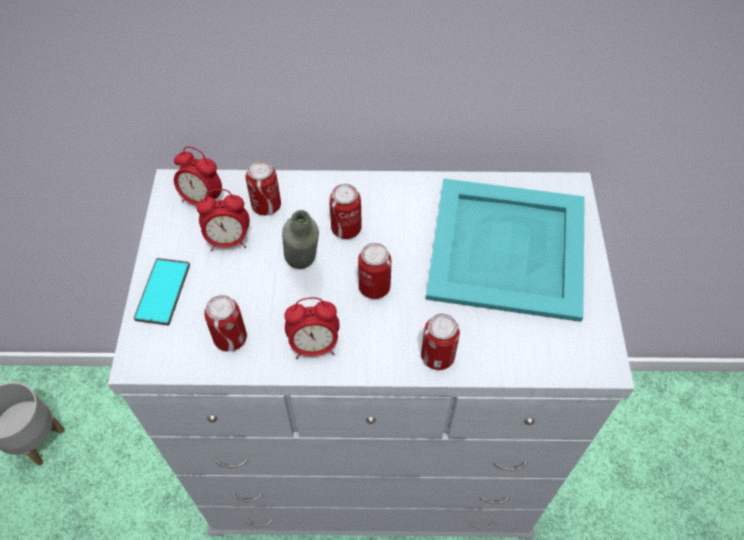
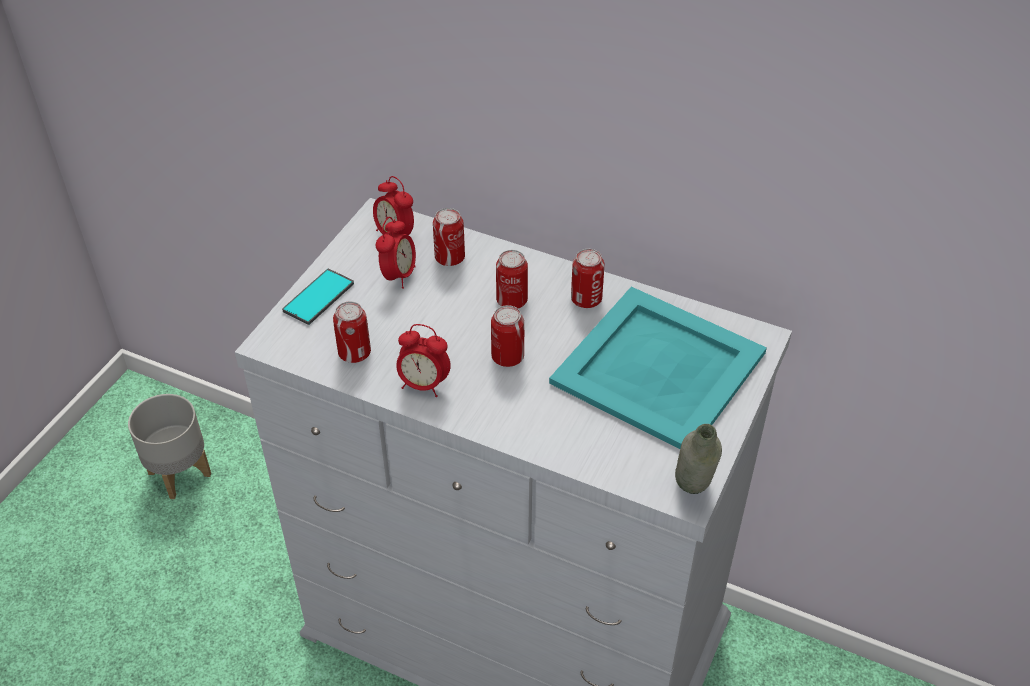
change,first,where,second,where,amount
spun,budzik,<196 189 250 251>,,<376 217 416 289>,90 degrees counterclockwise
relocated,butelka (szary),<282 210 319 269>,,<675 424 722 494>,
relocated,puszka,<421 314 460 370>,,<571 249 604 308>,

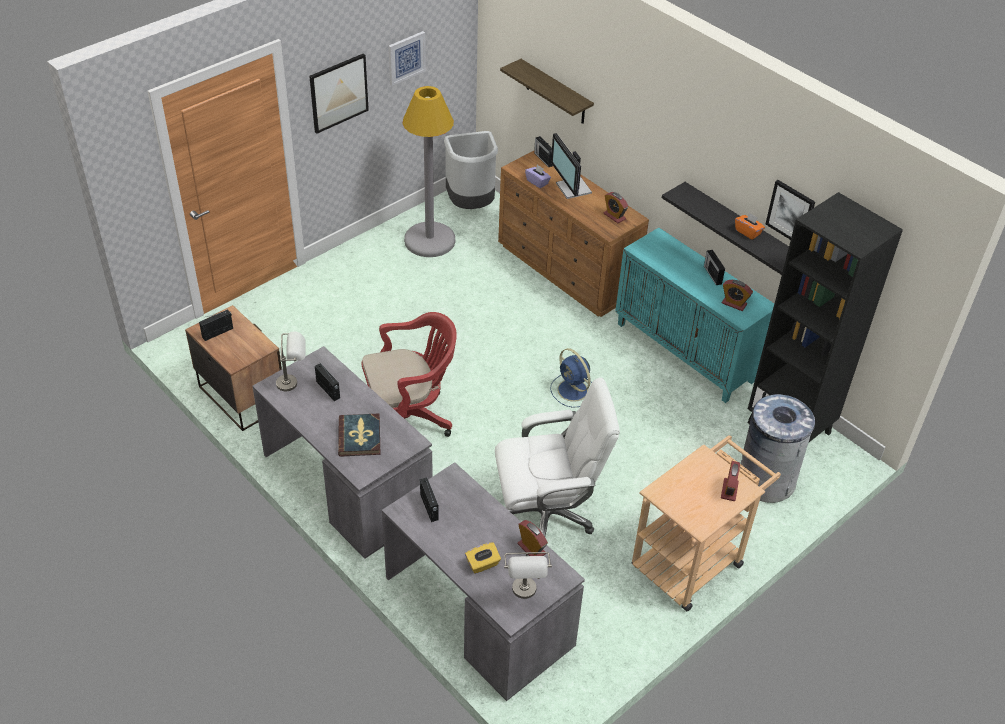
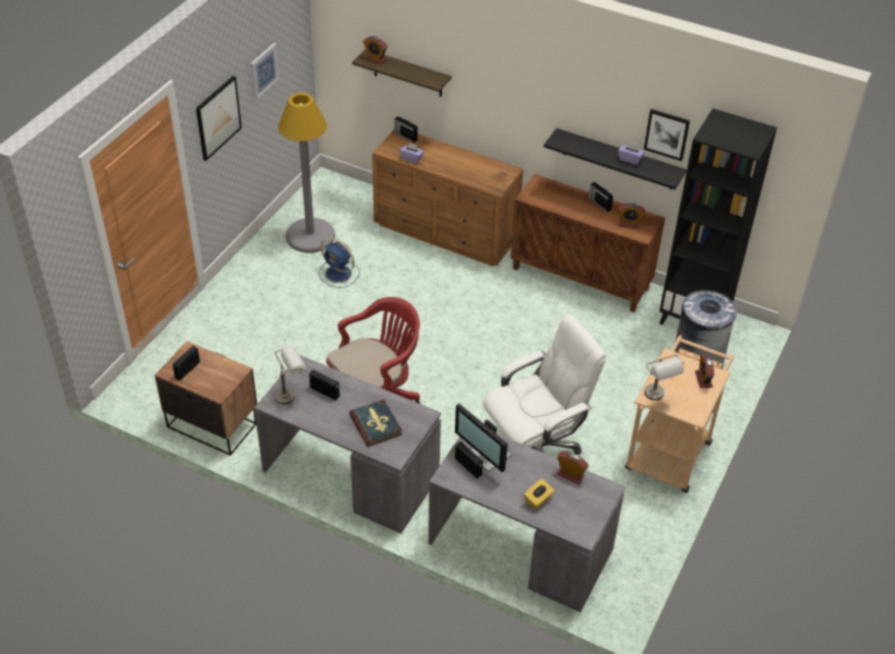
change,first,where,second,where,amount
missing,kosz na śmieci (szary),<444 131 498 209>,,,
relocated,lampa stołowa (szary),<504 552 552 599>,,<644 354 685 400>,
relocated,wentylator (niebieski),<550 348 592 408>,,<318 237 360 288>,
relocated,monitor,<551 133 592 199>,,<455 403 511 472>,
relocated,budzik,<603 192 628 223>,,<363 36 388 64>,
colour,szafka (turkusowy),<615 228 774 403>,szafka (brązowy),<510 174 665 312>,
colour,pudełko chusteczek (pomarańczowy),<735 212 765 240>,pudełko chusteczek (fioletowy),<618 142 645 165>,

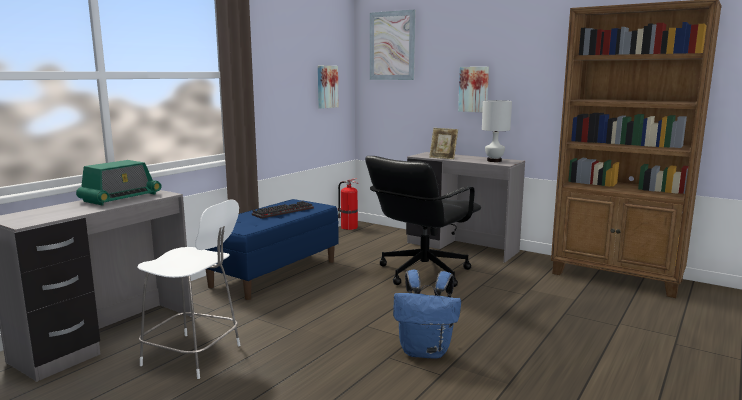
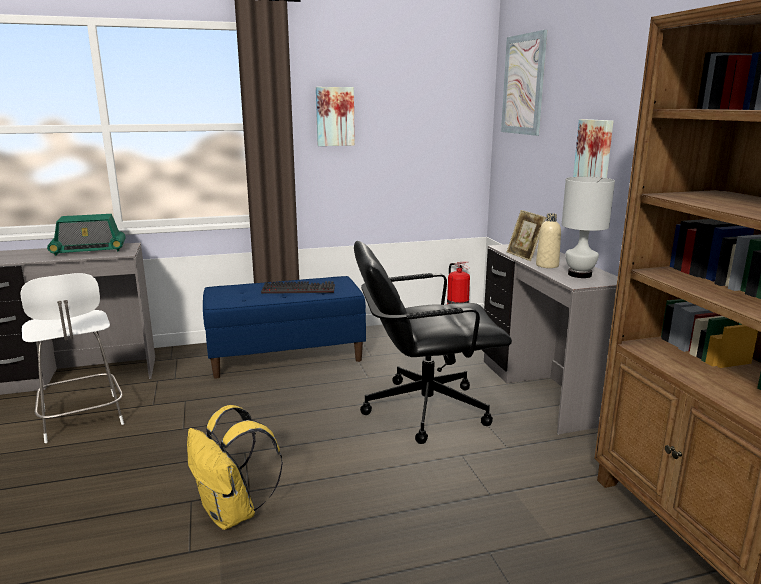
change,first,where,second,where,amount
relocated,obraz,<318 66 339 109>,,<316 87 355 146>,
colour,plecak (niebieski),<393 270 461 359>,plecak (żółty),<187 405 283 530>,
appeared,,,butelka (beżowy),<536 213 561 268>,

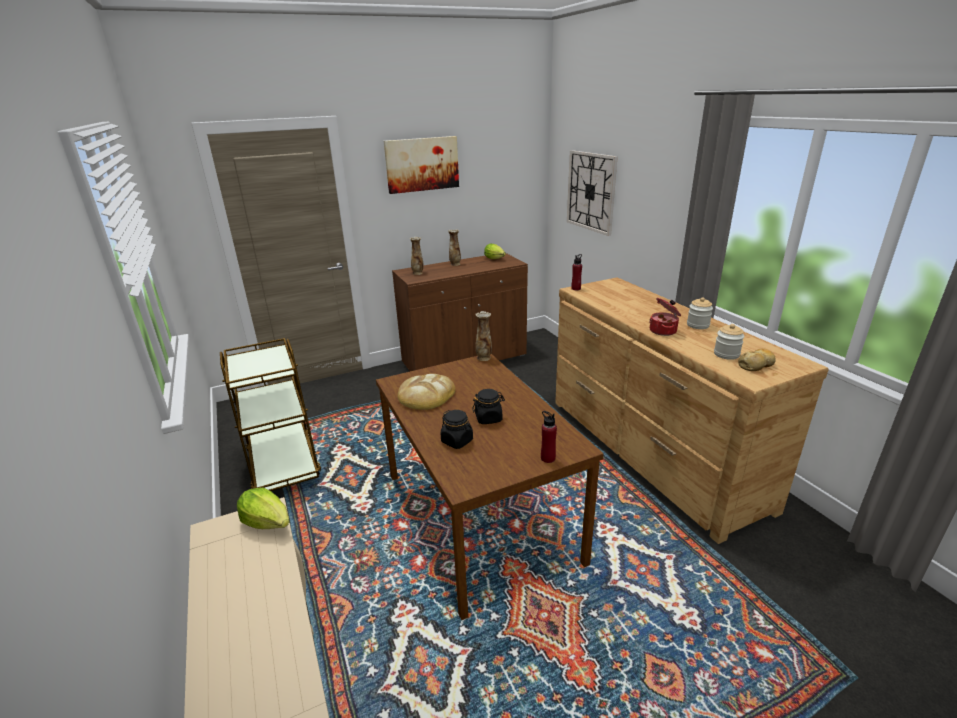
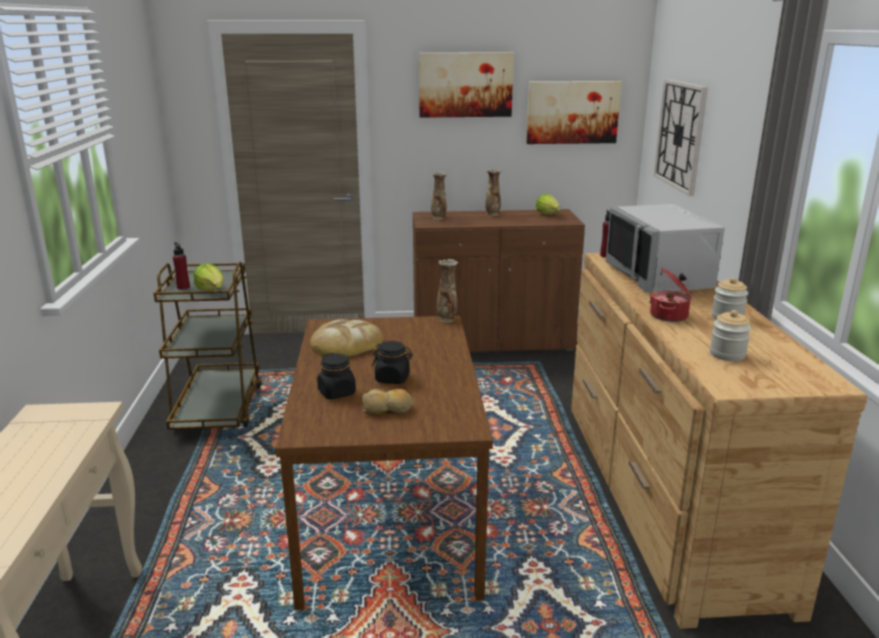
change,first,where,second,where,amount
relocated,sałata,<237 488 290 529>,,<193 264 224 291>,
relocated,butelka (czerwony),<541 411 557 463>,,<173 242 190 290>,
relocated,chleb,<738 348 776 371>,,<362 389 413 416>,
appeared,,,obraz,<526 81 621 144>,
appeared,,,mikrofalówka (szary),<606 204 725 293>,

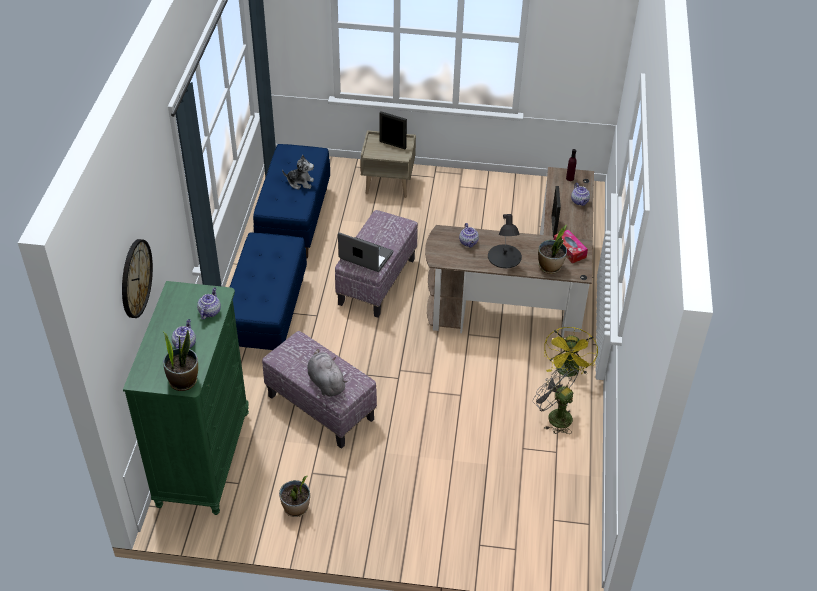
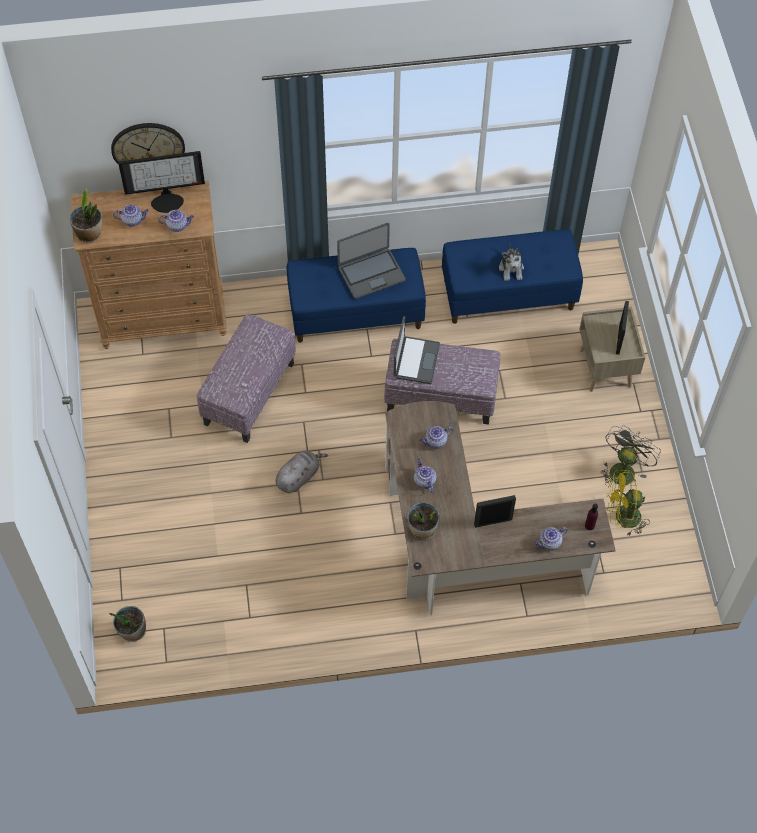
change,first,where,second,where,amount
colour,komoda (zielony),<123 281 249 515>,komoda (brązowy),<71 181 227 349>,
relocated,roślina doniczkowa,<279 476 310 517>,,<109 606 146 642>,
relocated,pluszak (szary),<308 349 347 397>,,<276 450 328 493>,
exchanged,lampa stołowa (czarny),<488 214 522 268>,imbryk,<414 459 437 493>,
relocated,wentylator (szary),<533 364 579 434>,,<601 425 661 487>,
relocated,wentylator (żółty),<544 327 598 377>,,<607 470 650 537>,
missing,pudełko chusteczek,<554 230 588 263>,,,
appeared,,,monitor,<118 151 205 213>,
appeared,,,laptop,<337 223 406 299>,

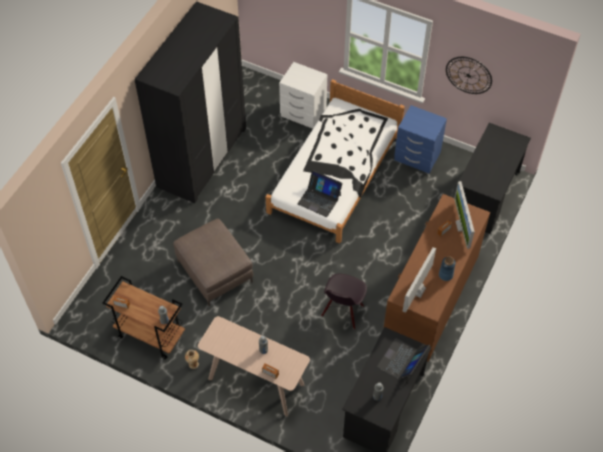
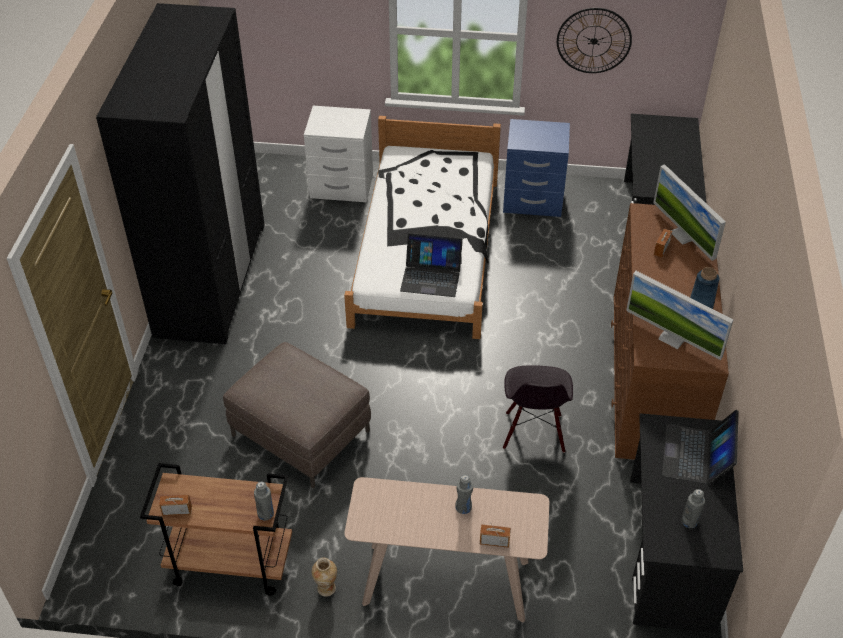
change,first,where,second,where,amount
spun,monitor,<402 247 436 313>,,<626 271 734 360>,60 degrees counterclockwise

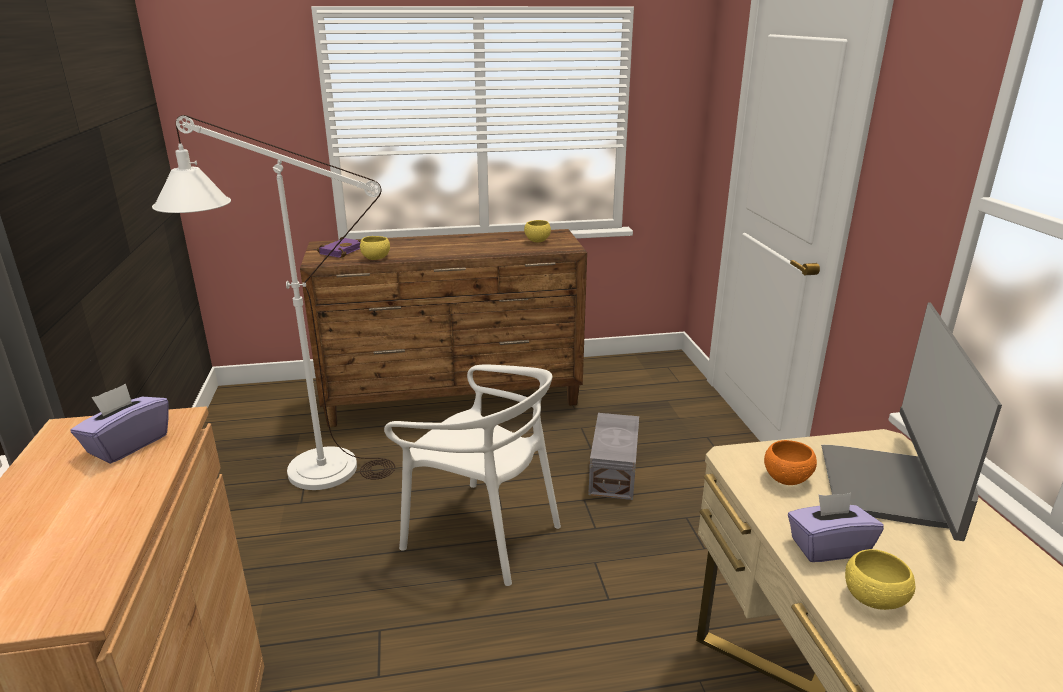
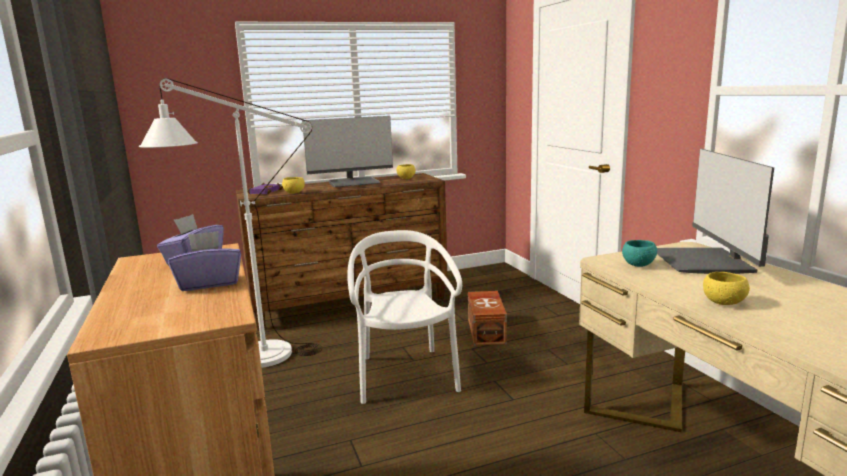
change,first,where,second,where,amount
spun,krzesło (biały),<384 365 561 586>,,<347 230 462 404>,120 degrees counterclockwise
colour,pojemnik do przechowywania (szary),<588 413 639 500>,pojemnik do przechowywania (brązowy),<468 291 507 346>,
colour,miska (pomarańczowy),<764 440 817 485>,miska (turkusowy),<622 240 657 267>,
relocated,pudełko chusteczek (fioletowy),<788 493 884 562>,,<168 231 241 291>,
appeared,,,monitor,<302 116 393 187>,

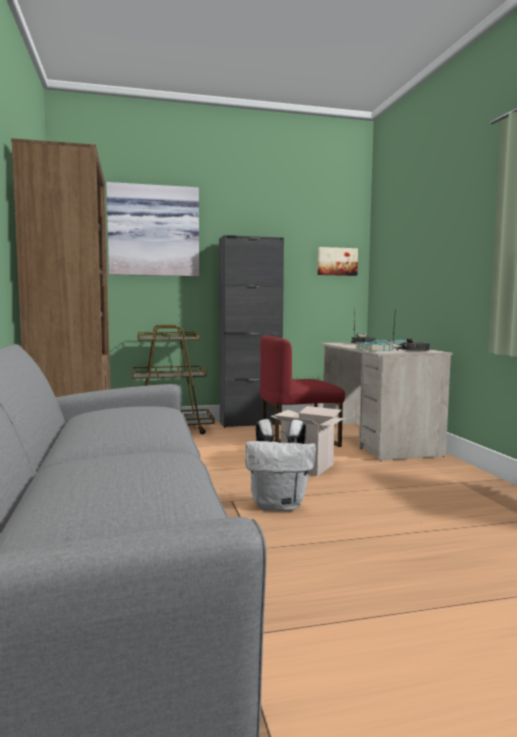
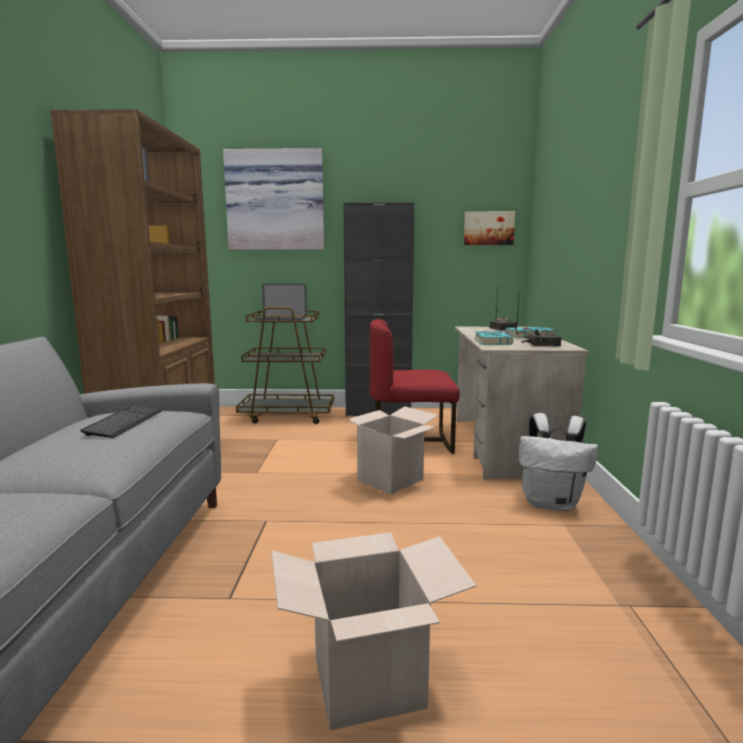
change,first,where,second,where,amount
relocated,plecak (biały),<246 419 316 511>,,<519 413 598 511>,
appeared,,,klawiatura,<80 405 162 438>,
appeared,,,laptop,<255 284 307 320>,
appeared,,,karton,<271 532 477 731>,

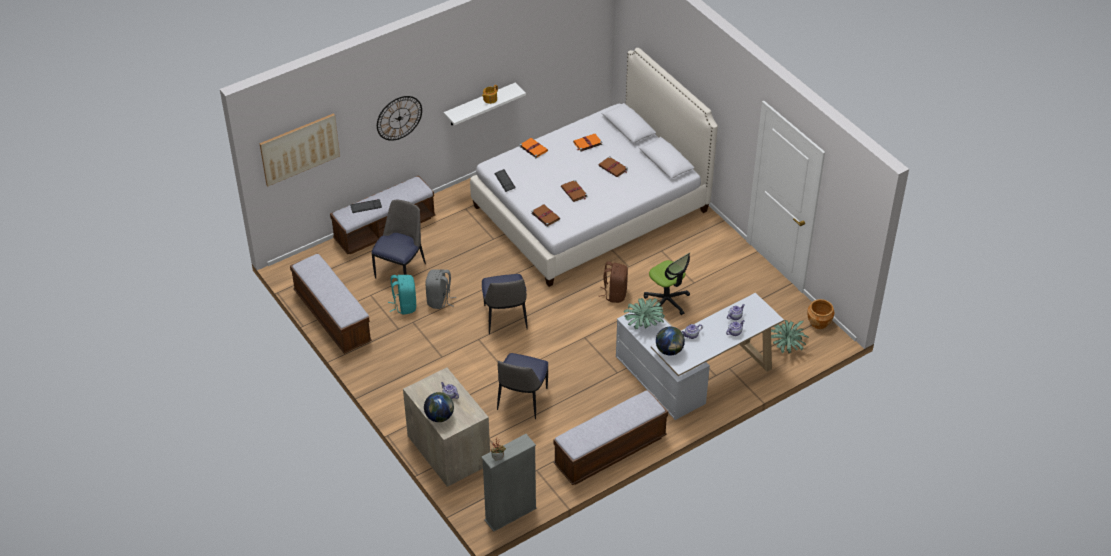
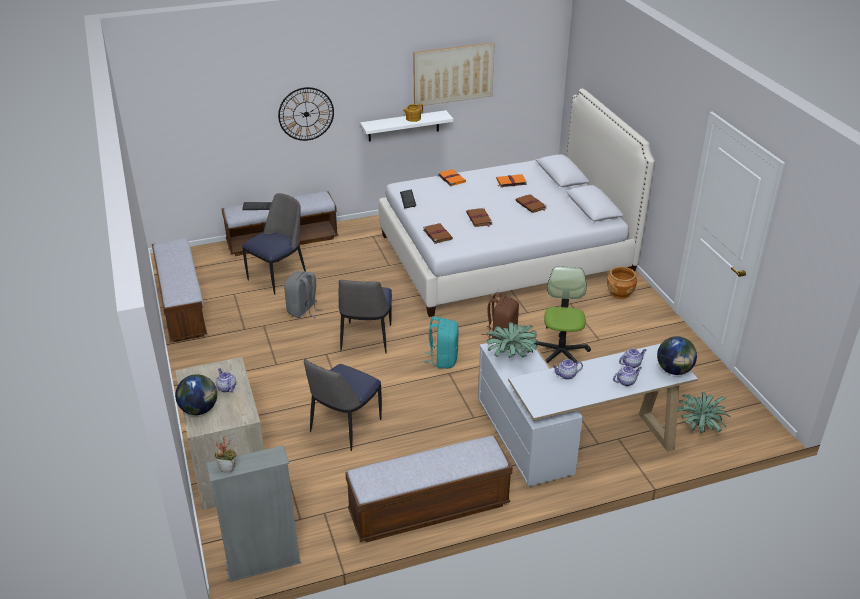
change,first,where,second,where,amount
relocated,obraz,<259 113 340 186>,,<413 42 495 106>,
relocated,plecak (turkusowy),<388 275 416 315>,,<423 316 458 369>,
spun,krzesło biurowe,<644 253 690 315>,,<535 266 591 363>,150 degrees counterclockwise
relocated,globus,<656 327 685 355>,,<657 336 697 375>,
relocated,donica (brązowy),<807 299 834 329>,,<607 267 637 299>,

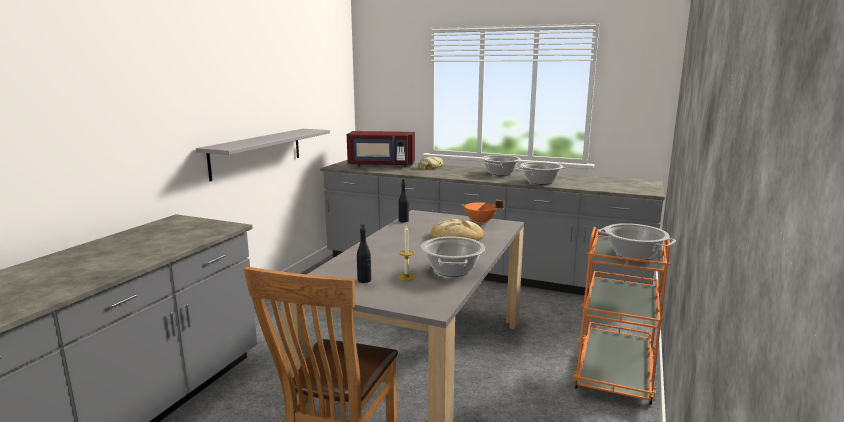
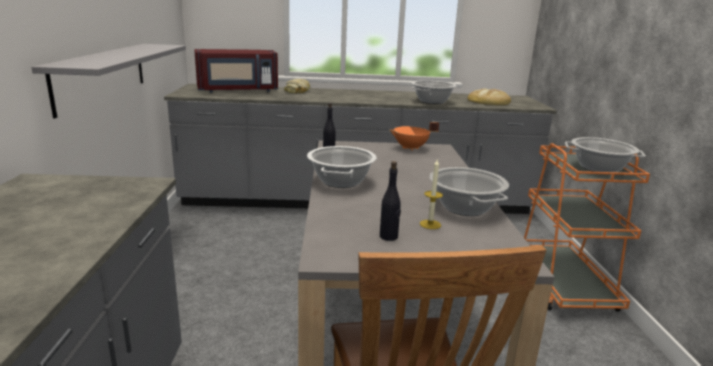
change,first,where,second,where,amount
relocated,chleb,<431 219 483 241>,,<467 89 511 105>,
relocated,garnek,<481 155 521 176>,,<307 146 377 188>,

